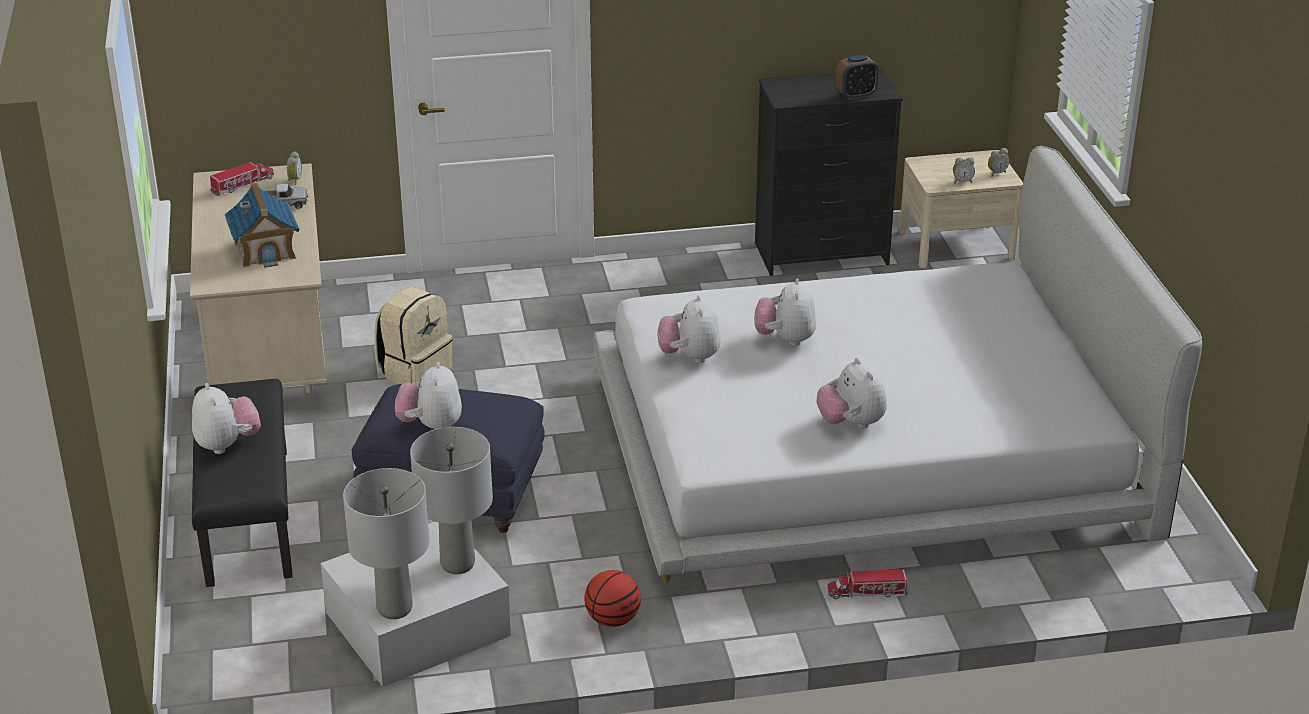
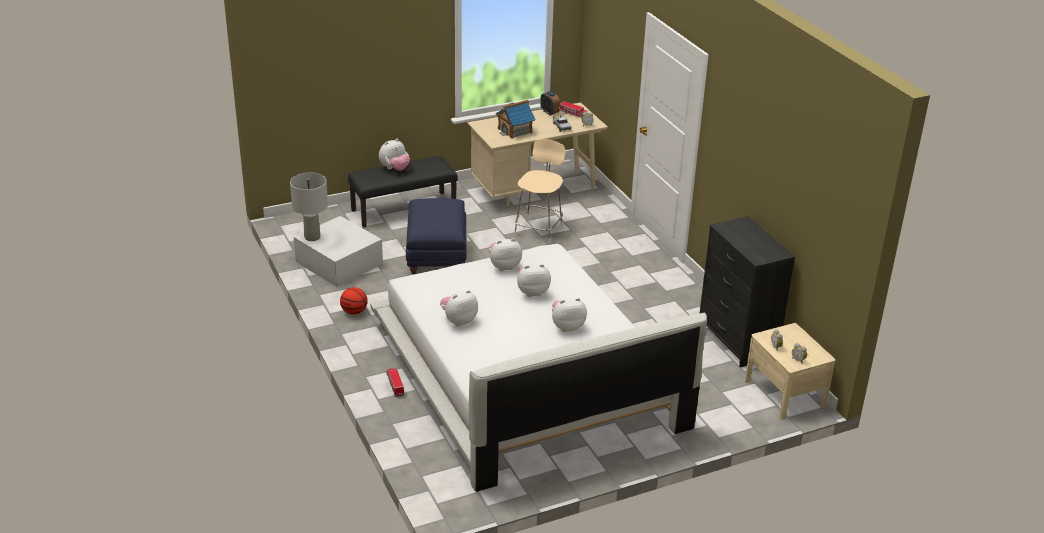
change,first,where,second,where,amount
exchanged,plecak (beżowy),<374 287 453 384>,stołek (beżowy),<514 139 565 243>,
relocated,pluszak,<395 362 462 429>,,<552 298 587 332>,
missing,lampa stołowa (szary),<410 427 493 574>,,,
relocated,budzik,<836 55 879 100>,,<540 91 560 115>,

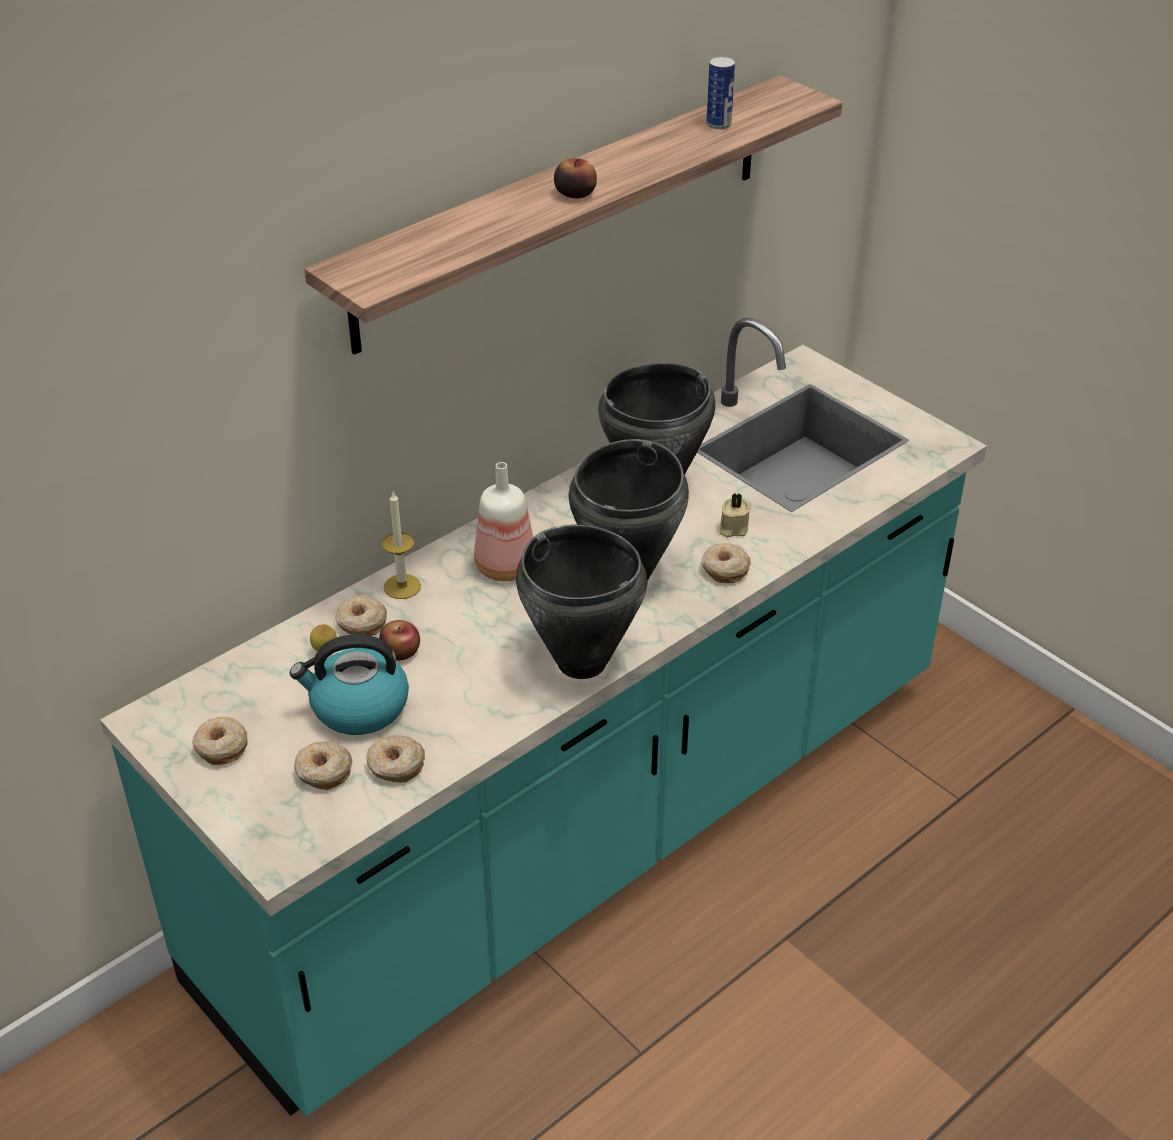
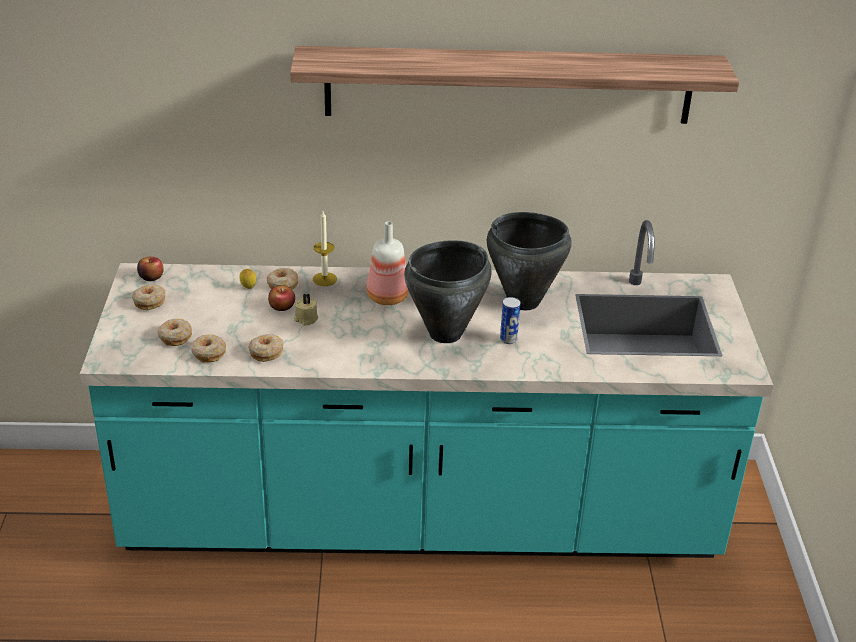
change,first,where,second,where,amount
missing,czajnik,<290 634 409 735>,,,
missing,garnek (czarny),<516 524 647 679>,,,
relocated,jabłko,<554 158 597 198>,,<137 257 164 281>,
relocated,donut,<702 543 751 583>,,<248 334 284 362>,
relocated,puszka,<706 56 735 129>,,<500 297 521 344>,
relocated,świeca (beżowy),<719 493 751 538>,,<294 293 318 326>,

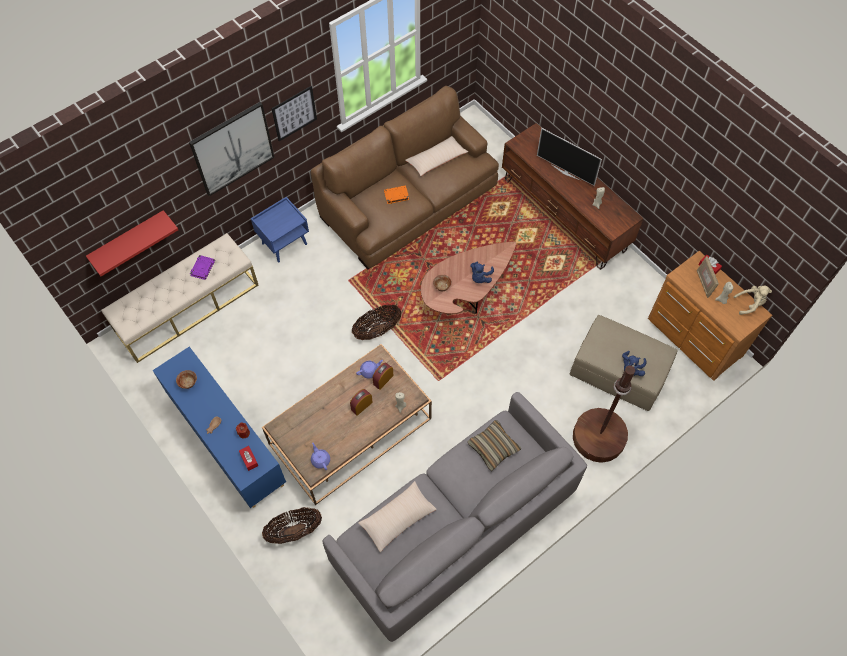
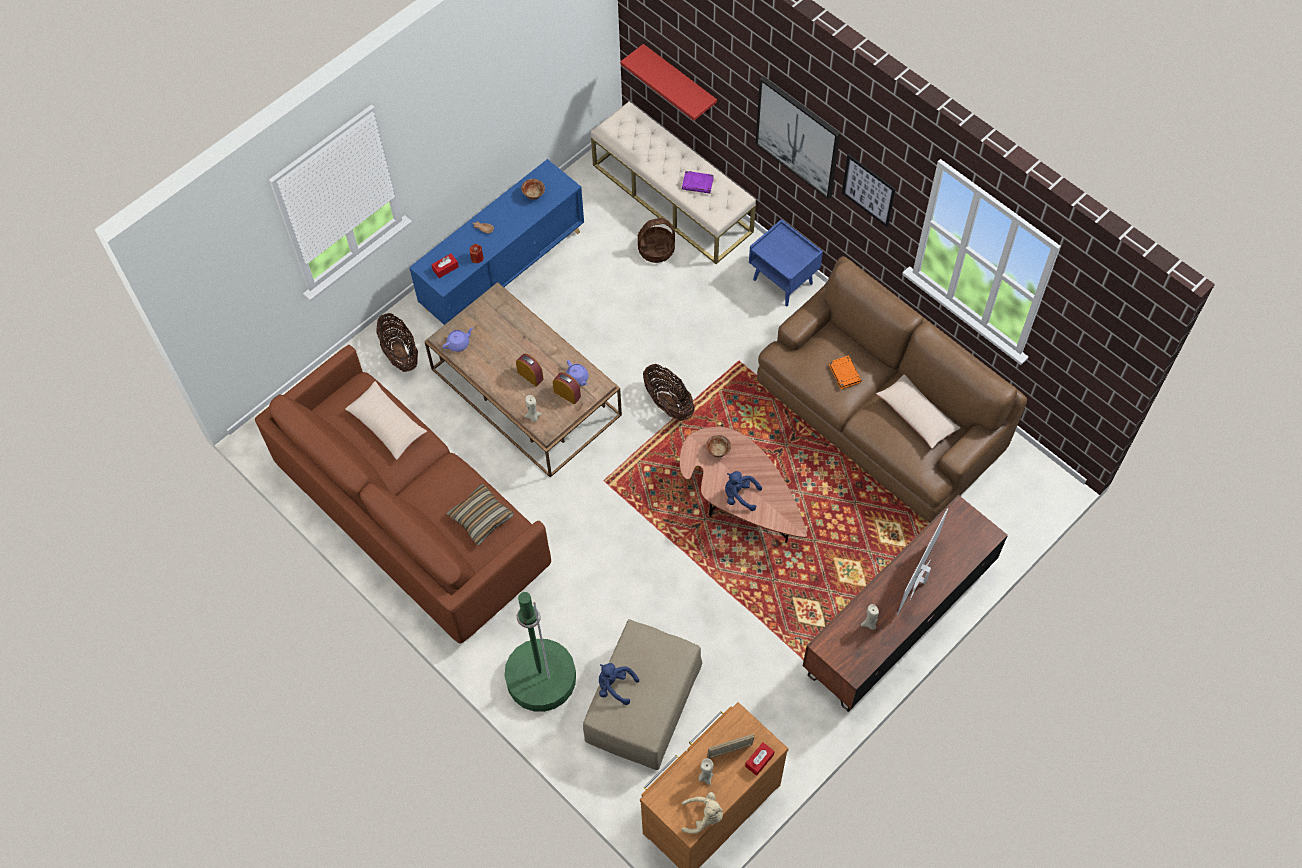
change,first,where,second,where,amount
colour,kanapa (szary),<323 392 587 642>,kanapa (brązowy),<255 345 551 643>,
colour,lampa stojąca (brązowy),<573 363 635 463>,lampa stojąca (zielony),<505 592 576 712>,
spun,pluszak (beżowy),<734 286 772 315>,,<682 792 723 834>,75 degrees counterclockwise
appeared,,,koszyk,<638 218 675 263>,

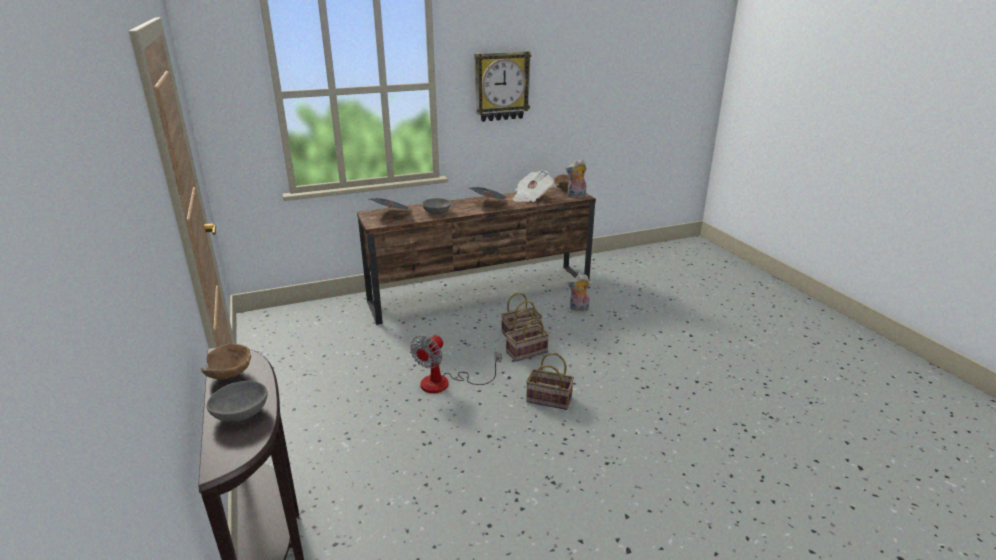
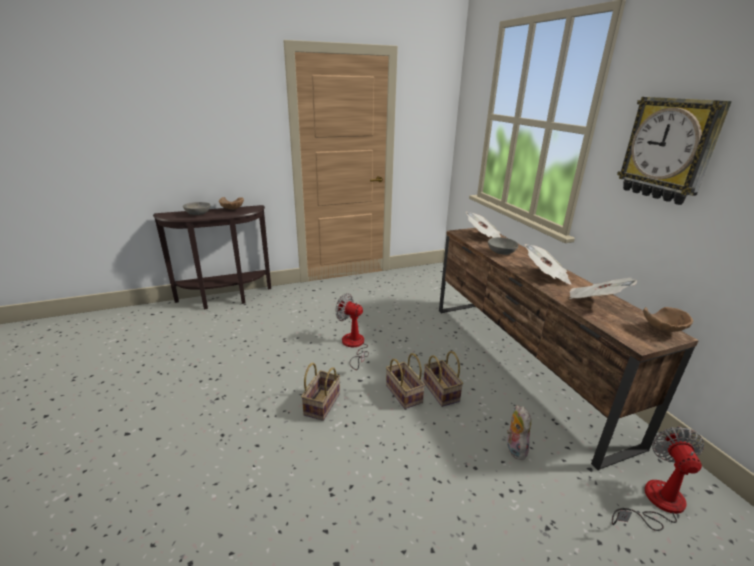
change,first,where,second,where,amount
missing,pluszak,<566 159 587 198>,,,
appeared,,,wentylator,<612 427 704 531>,

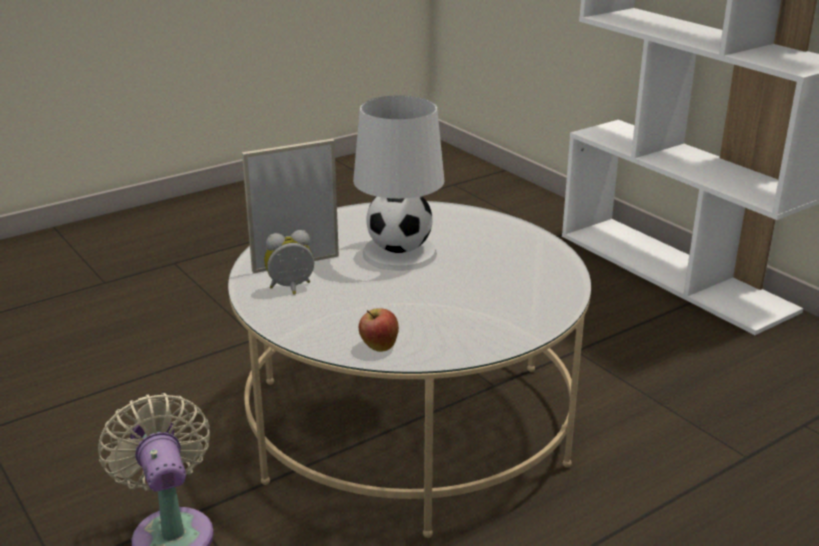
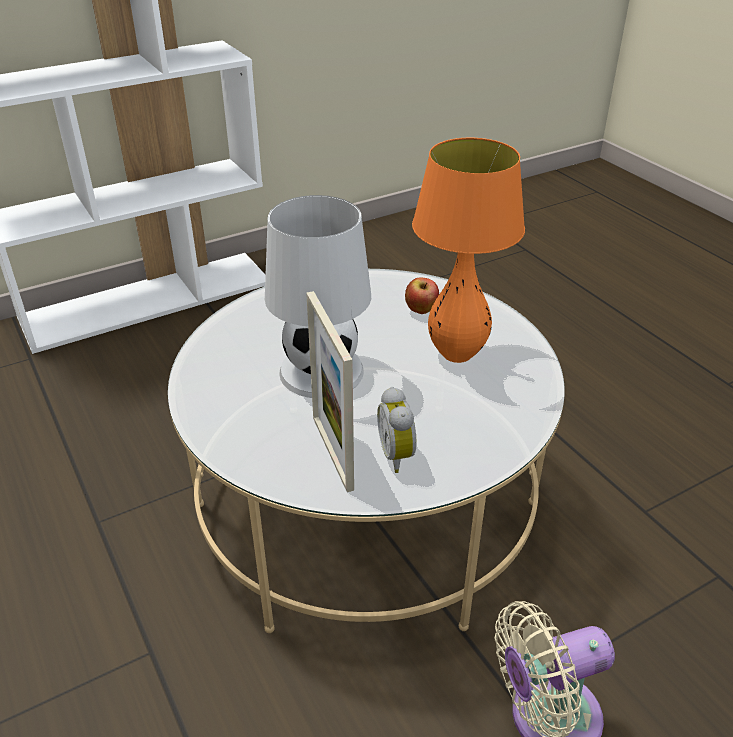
change,first,where,second,where,amount
relocated,jabłko,<359 308 399 352>,,<405 277 439 314>,
appeared,,,lampa stołowa (pomarańczowy),<412 138 525 363>,

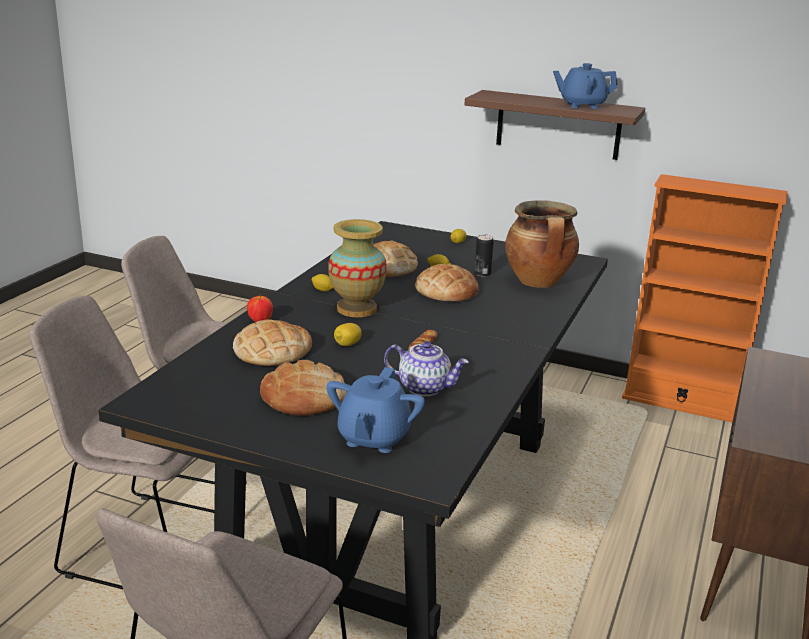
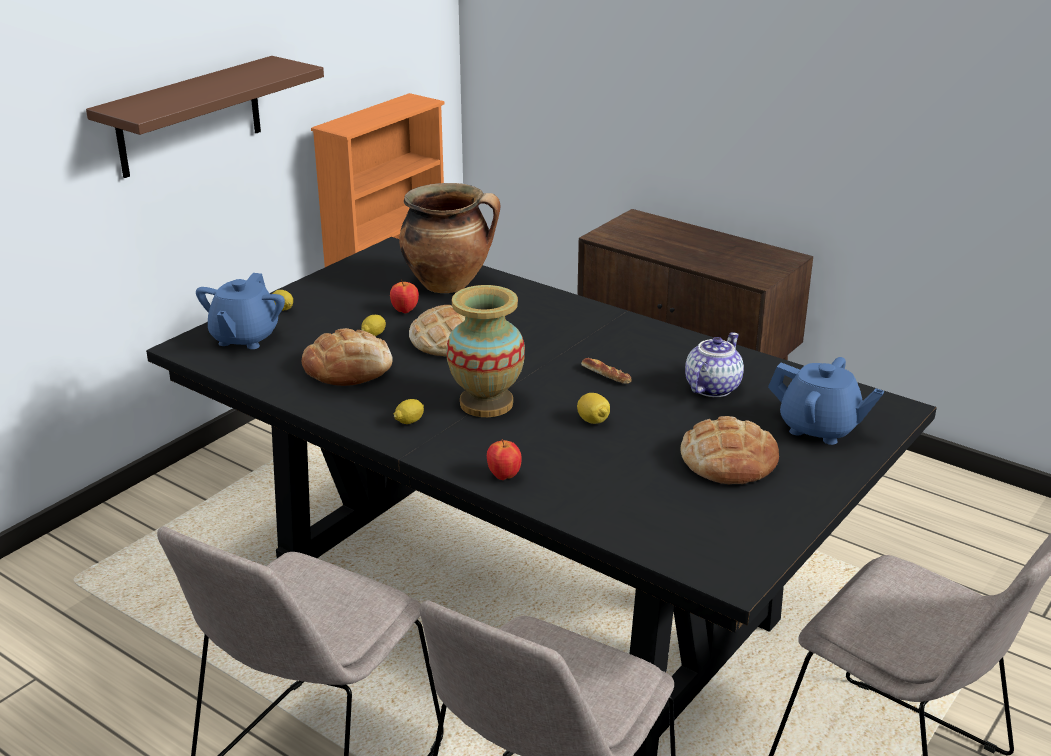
change,first,where,second,where,amount
missing,chleb,<233 319 312 366>,,,
exchanged,puszka,<474 235 494 277>,jabłko,<390 280 419 313>,
relocated,imbryk (niebieski),<553 63 618 109>,,<196 273 285 349>,

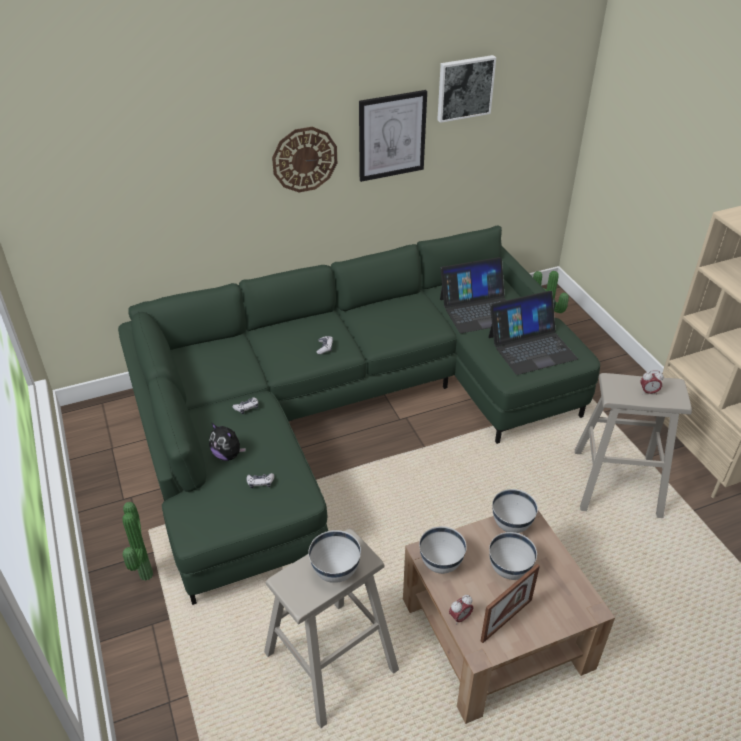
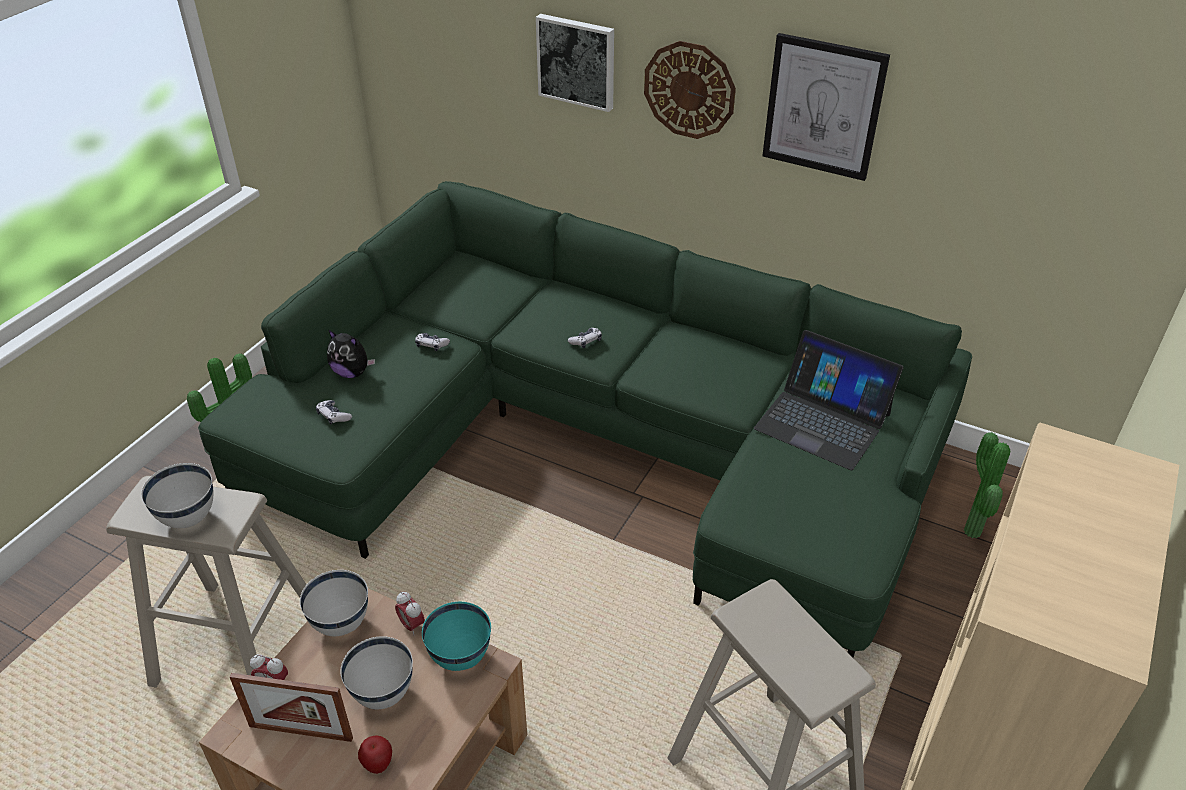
change,first,where,second,where,amount
spun,pluszak,<209 422 246 461>,,<327 330 375 378>,60 degrees counterclockwise
relocated,obraz,<437 55 496 123>,,<536 14 614 112>,
missing,laptop,<488 291 578 375>,,,
colour,miska (biały),<492 489 538 533>,miska (turkusowy),<422 602 491 671>,
relocated,budzik,<641 371 664 395>,,<395 592 425 635>,
appeared,,,jabłko,<358 735 392 774>,

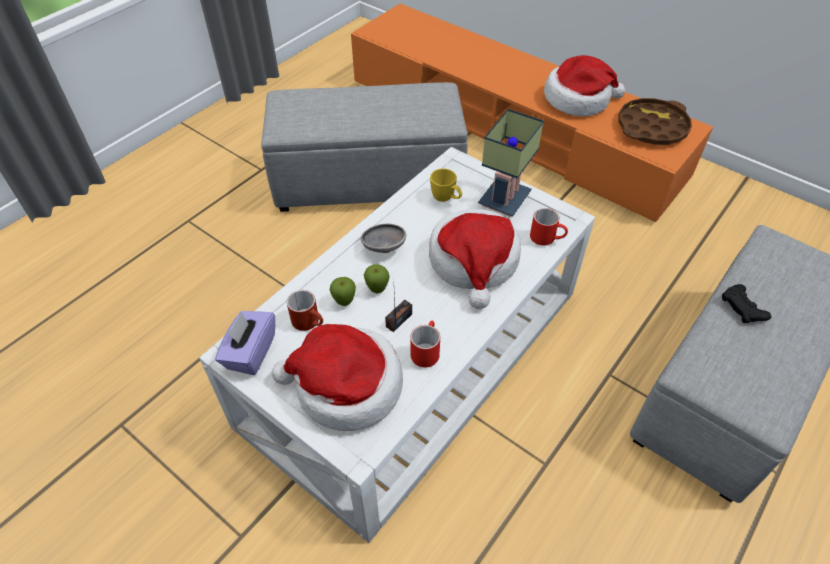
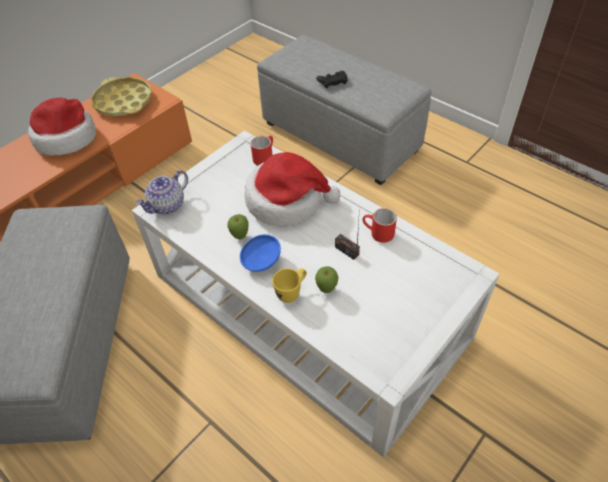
change,first,where,second,where,amount
missing,pudełko chusteczek (fioletowy),<215 311 275 375>,,,
missing,kapelusz,<271 324 403 431>,,,
missing,kubek (czerwony),<287 290 323 331>,,,
colour,miska (szary),<361 224 406 253>,miska (niebieski),<240 234 281 272>,
relocated,jabłko,<364 264 390 294>,,<227 214 249 240>,
relocated,kubek (żółty),<430 168 462 202>,,<272 268 307 303>,
missing,lampa stołowa,<478 109 544 217>,,,
colour,taca (brązowy),<619 98 692 145>,taca (żółty),<91 77 152 116>,
appeared,,,imbryk,<135 170 188 214>,

